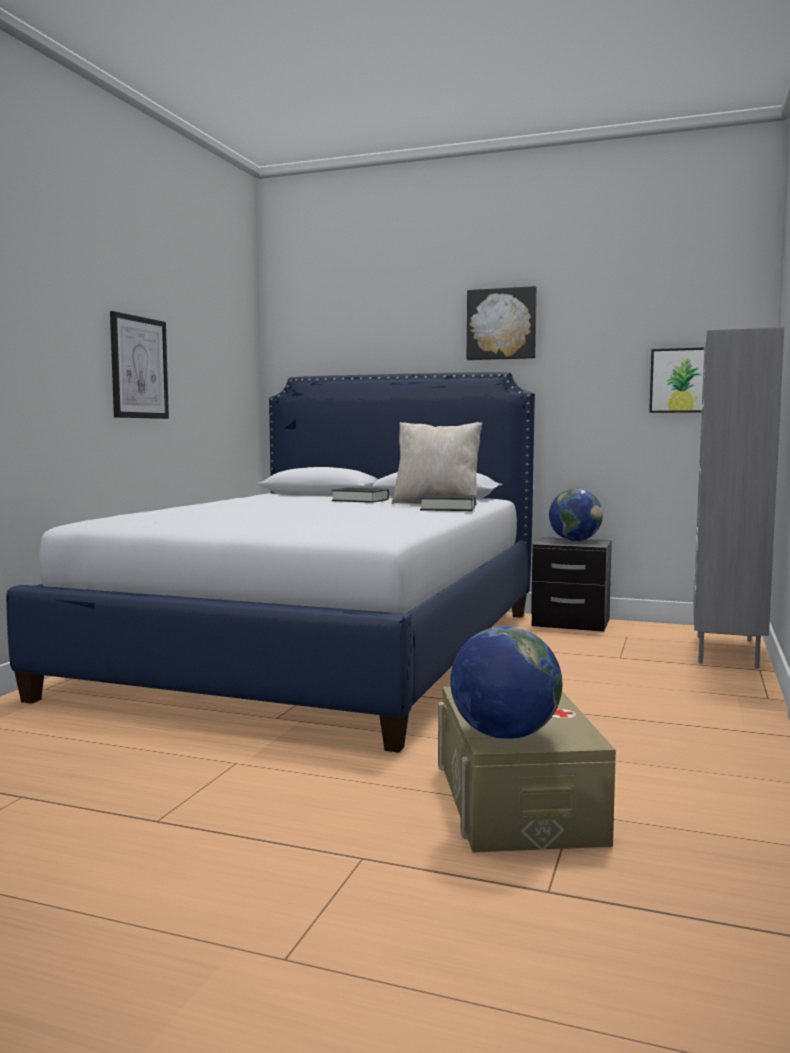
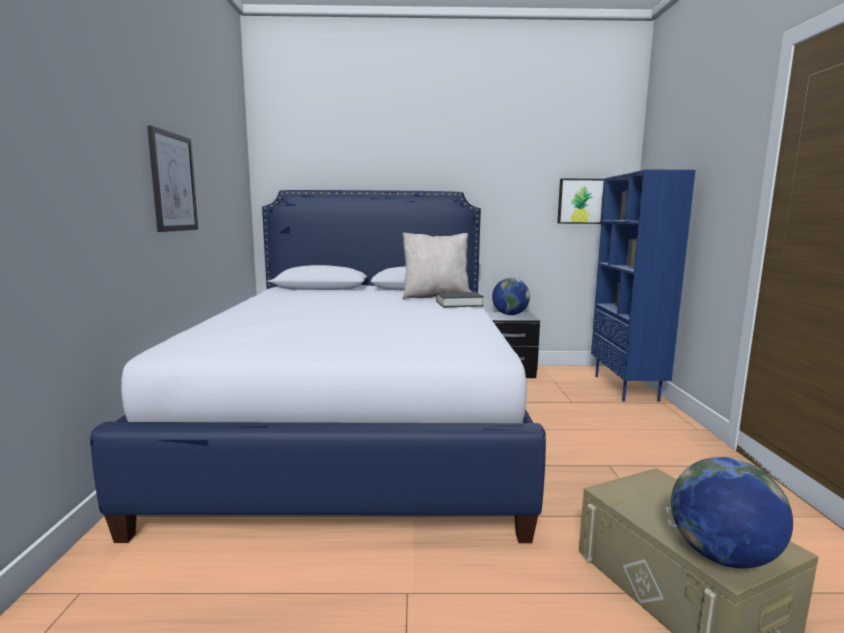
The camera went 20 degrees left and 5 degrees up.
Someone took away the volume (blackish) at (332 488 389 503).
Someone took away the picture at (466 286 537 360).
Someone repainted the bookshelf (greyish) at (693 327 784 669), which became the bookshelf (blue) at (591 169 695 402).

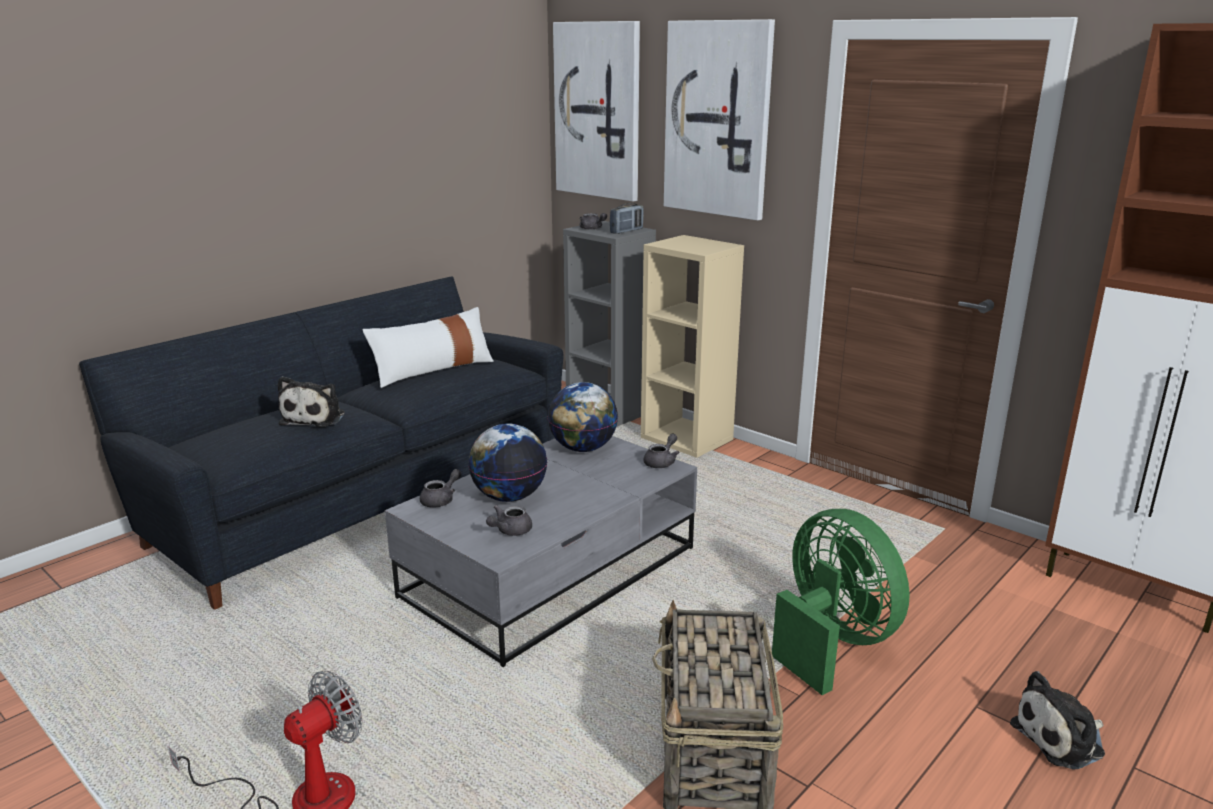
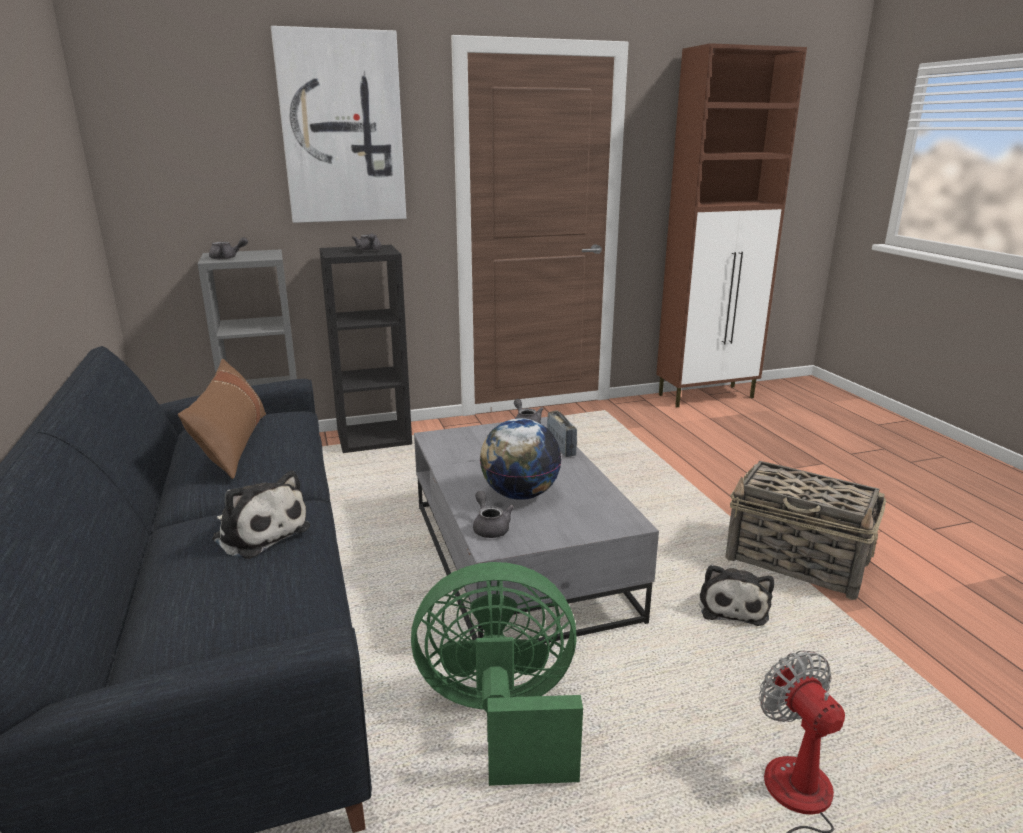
The camera went 60 degrees left and 0 degrees up.
Someone took away the world globe at (548 382 618 452).
Someone took away the picture at (553 21 640 201).
Someone carried the teapot (greyish) from (486 505 532 536) to (352 233 382 251).
Someone carried the radio from (610 203 644 234) to (547 411 577 457).
Someone carried the fan (green-coloured) from (772 509 910 695) to (411 562 583 786).
Someone carried the soft toy from (1010 671 1105 770) to (699 565 774 626).
Someone repainted the throw pillow (white) at (362 307 494 388), which became the throw pillow (brown) at (178 359 266 479).
Someone repainted the bookshelf (beige) at (641 235 744 458), which became the bookshelf (blackish) at (319 245 412 453).

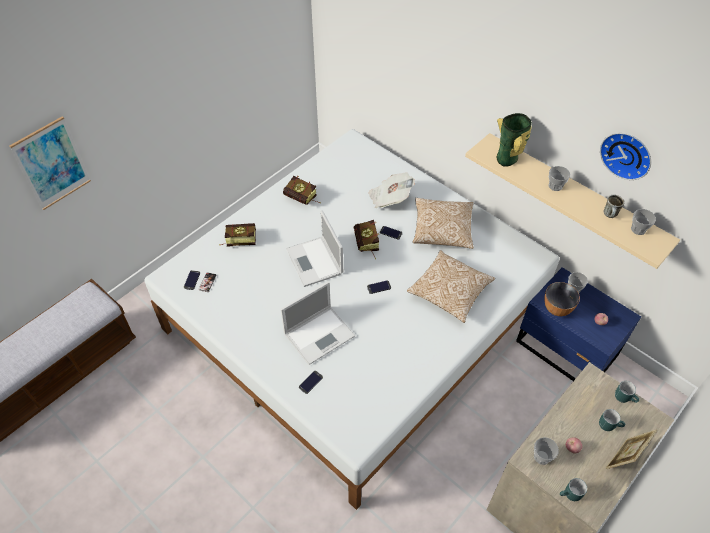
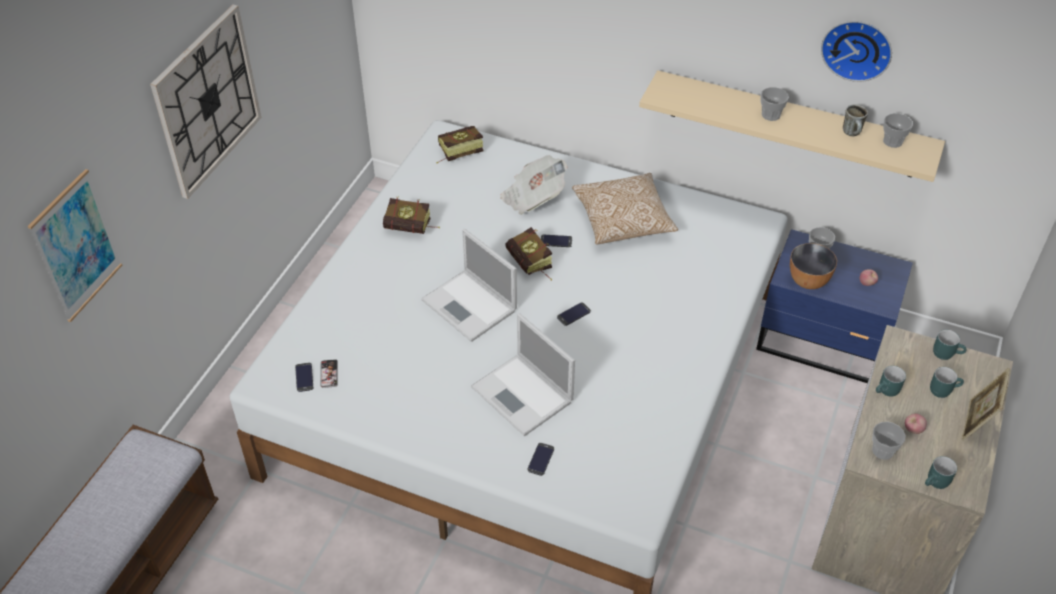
The camera went 20 degrees left and 5 degrees down.
Someone took away the throw pillow at (407 250 495 323).
Someone took away the decorative vase at (496 113 532 167).
Someone put up the clock on the wall at (150 5 261 199).
Someone put down the coffee mug (turquoise) at (876 366 906 397).
Someone carried the volume from (220 223 256 247) to (436 126 483 164).
Someone rotated the portable computer at (280 281 355 365) by 105 degrees clockwise.

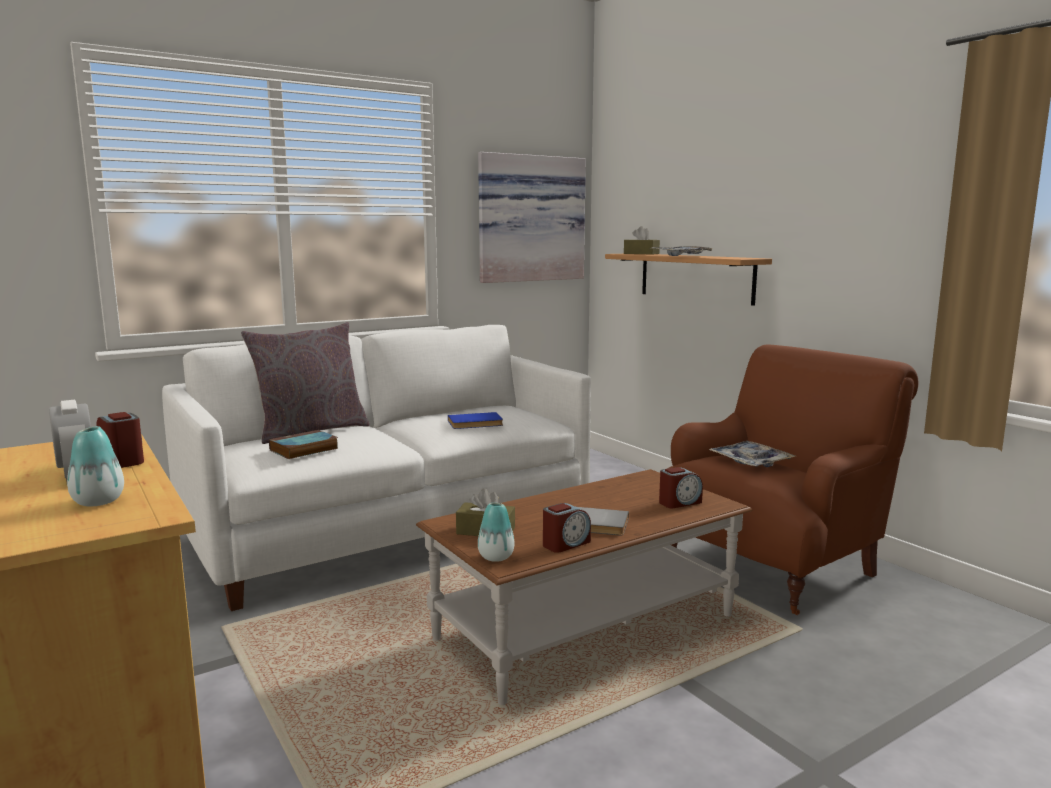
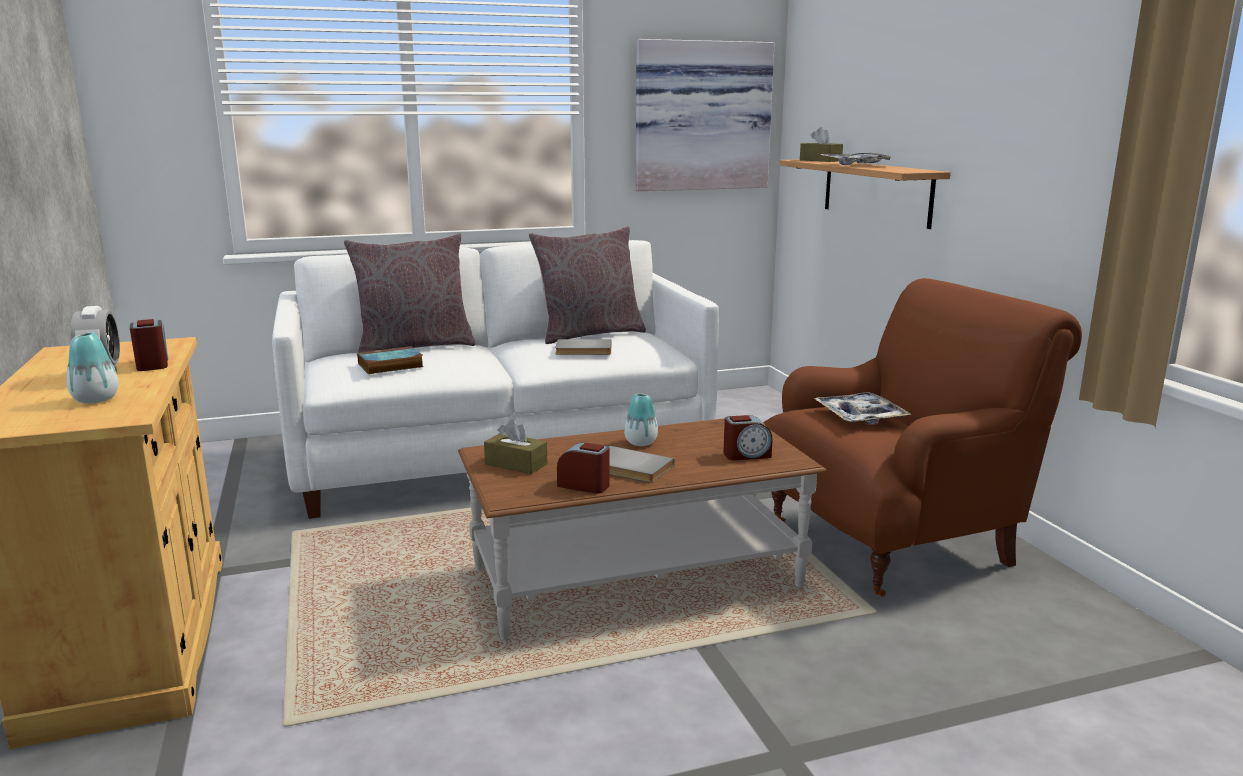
The camera went 15 degrees right and 5 degrees up.
Someone put down the throw pillow (greyish) at (529 226 646 344).
Someone carried the decorative vase from (478 503 515 562) to (625 393 658 446).
Someone repainted the volume (blue) at (448 412 503 429), which became the volume (greyish) at (555 339 611 355).
Someone rotated the bedside clock at (543 503 591 553) by 135 degrees counterclockwise.

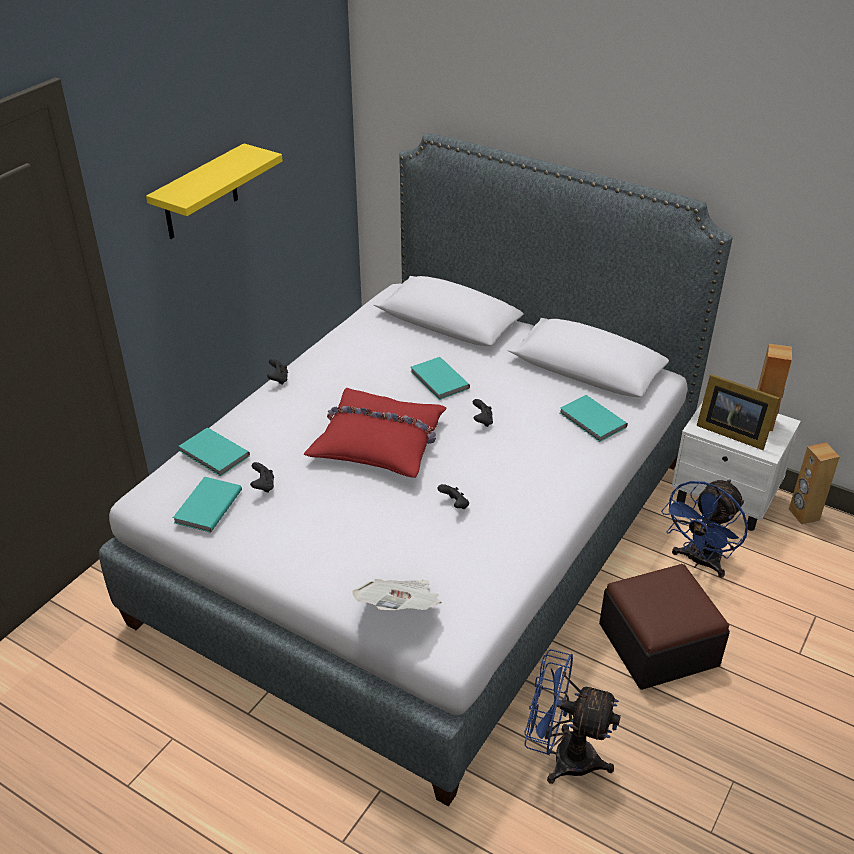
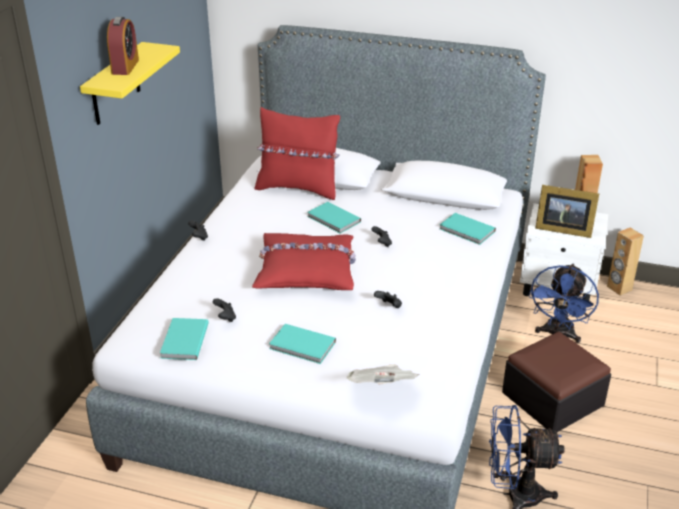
The camera went 15 degrees left and 5 degrees down.
Someone put down the bedside clock at (107 17 139 75).
Someone put down the throw pillow (red-coloured) at (255 107 340 200).
Someone carried the volume (turquoise) from (179 428 250 476) to (269 324 336 364).

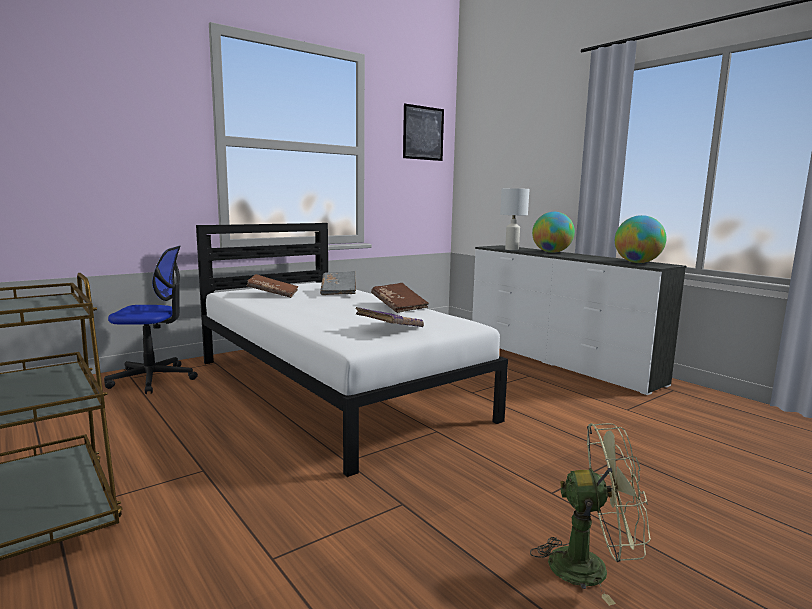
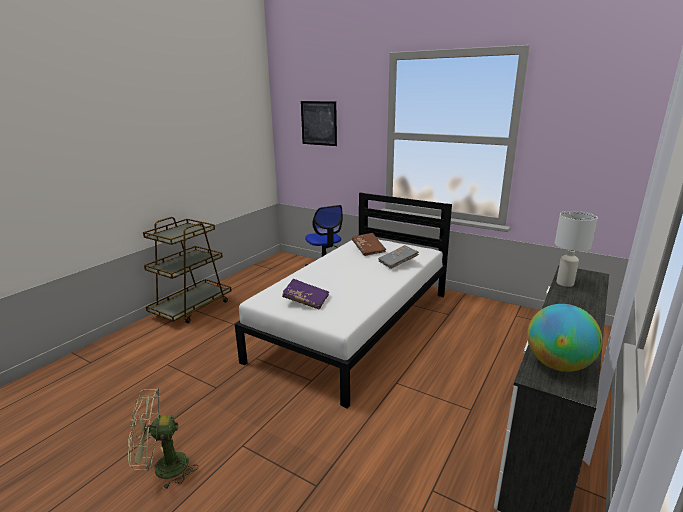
The camera went 70 degrees right and 10 degrees up.
Someone took away the volume (brown) at (371 283 429 313).
Someone took away the world globe at (532 212 575 253).
Someone carried the picture from (403 103 444 161) to (301 101 337 146).
Someone rotated the fan (green-coloured) at (530 423 651 606) by 90 degrees clockwise.

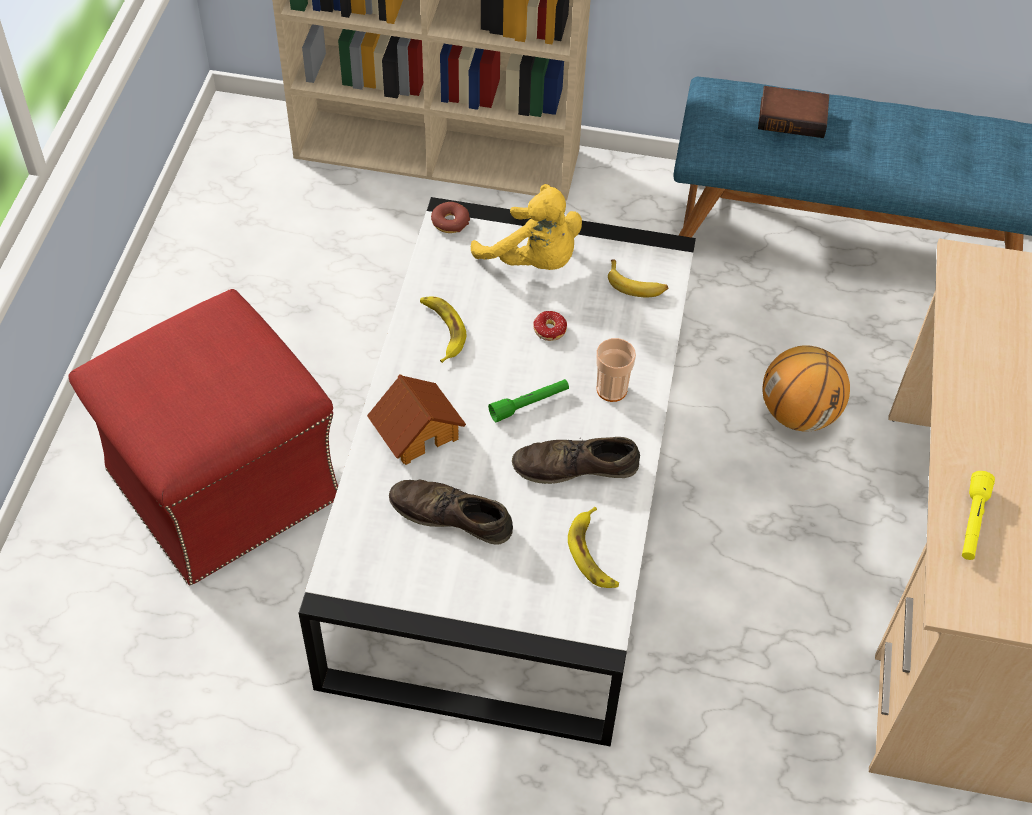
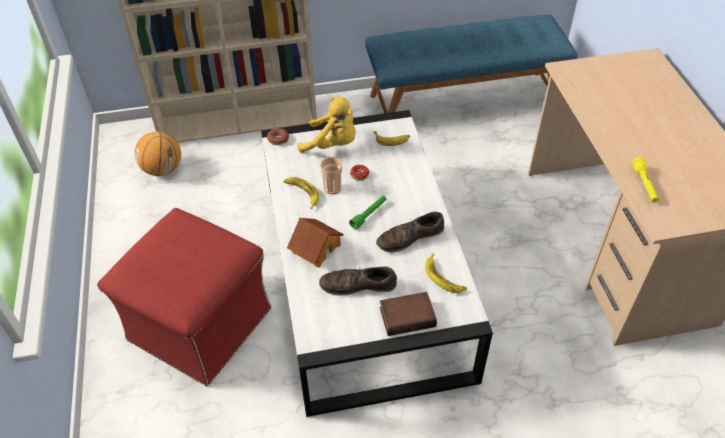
The camera went 20 degrees left and 5 degrees down.
Someone carried the cup from (596 338 636 402) to (320 157 342 194).
Someone carried the volume from (758 86 829 138) to (380 292 437 336).
Someone carried the ball for basketball from (763 345 850 432) to (135 131 181 176).

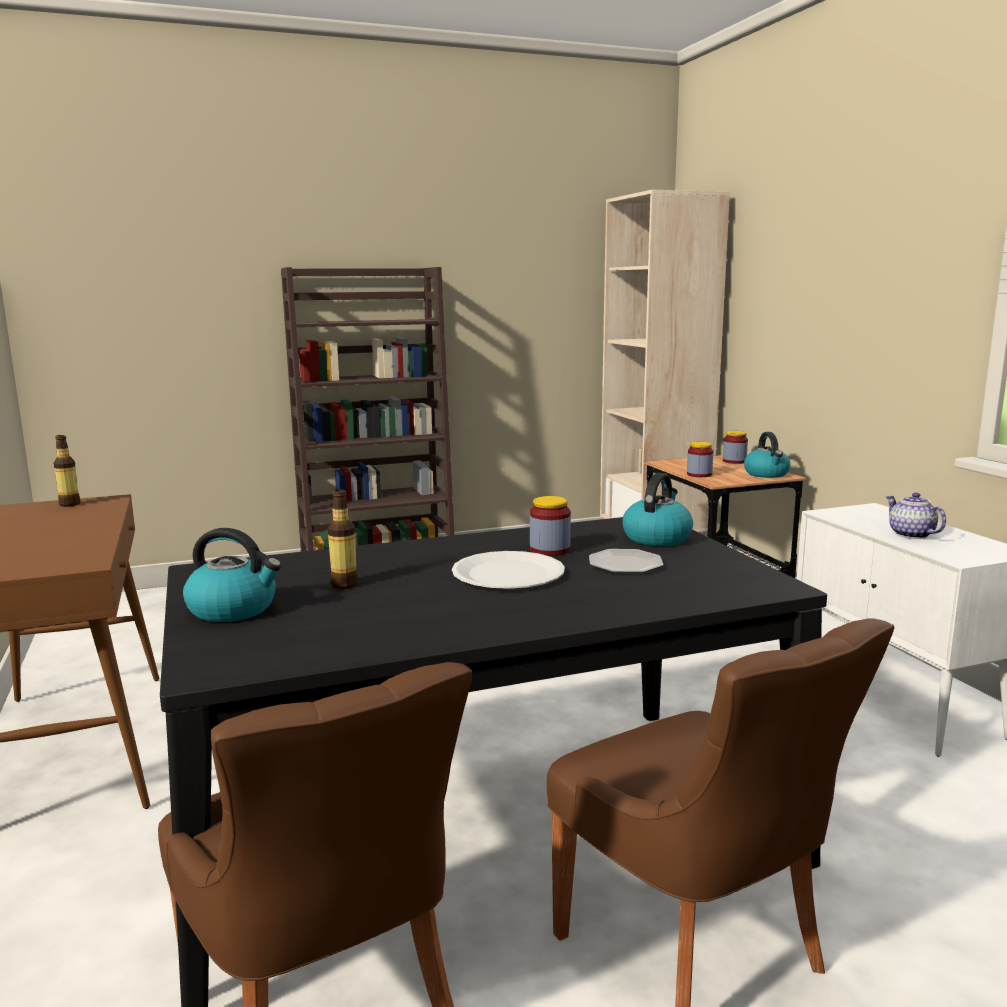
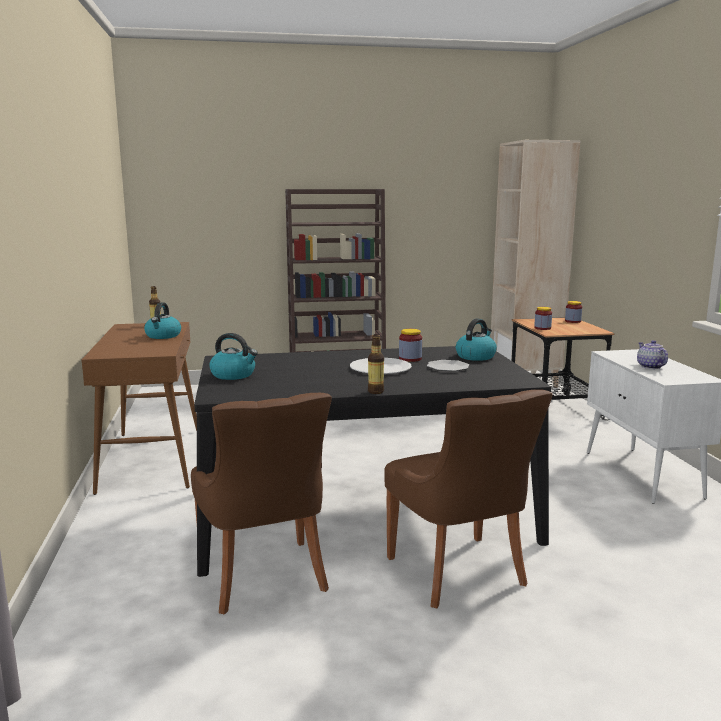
The camera went 10 degrees right and 0 degrees up.
Someone carried the drink bottle from (328 489 358 589) to (368 334 384 394).
Someone carried the kettle from (744 432 791 478) to (144 302 181 339).

